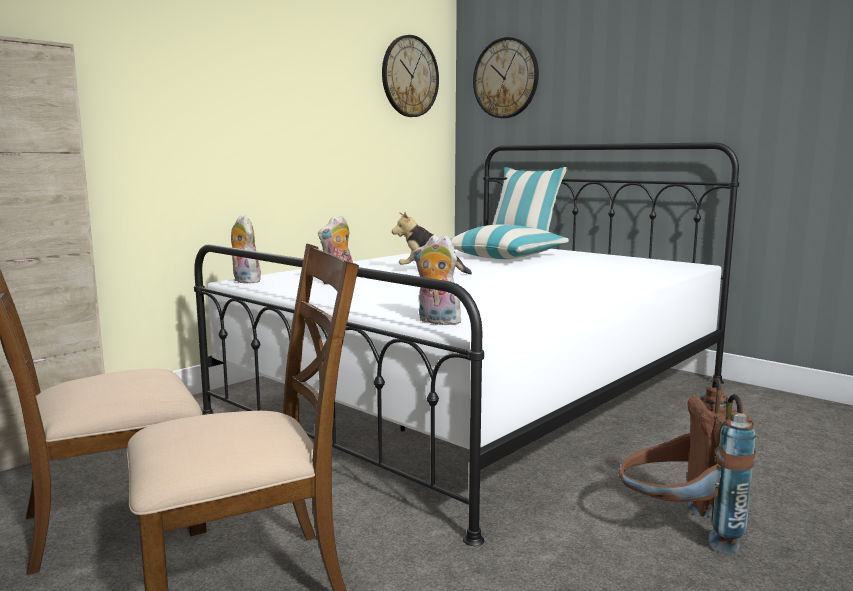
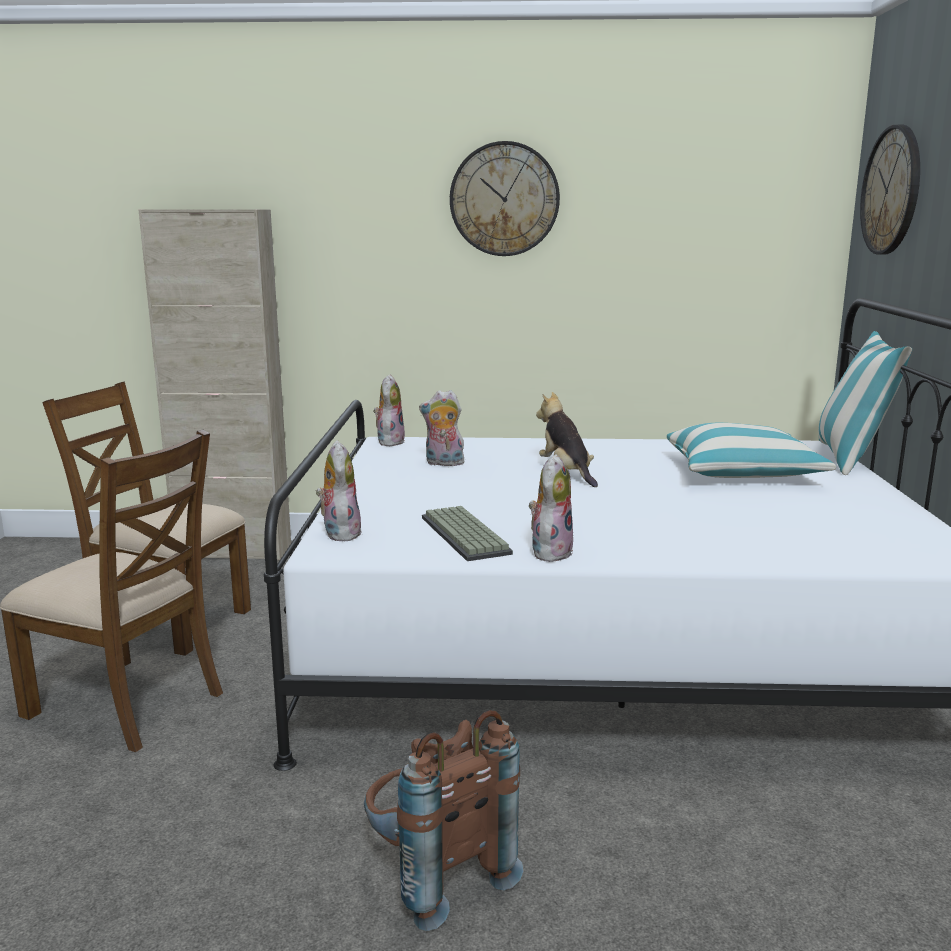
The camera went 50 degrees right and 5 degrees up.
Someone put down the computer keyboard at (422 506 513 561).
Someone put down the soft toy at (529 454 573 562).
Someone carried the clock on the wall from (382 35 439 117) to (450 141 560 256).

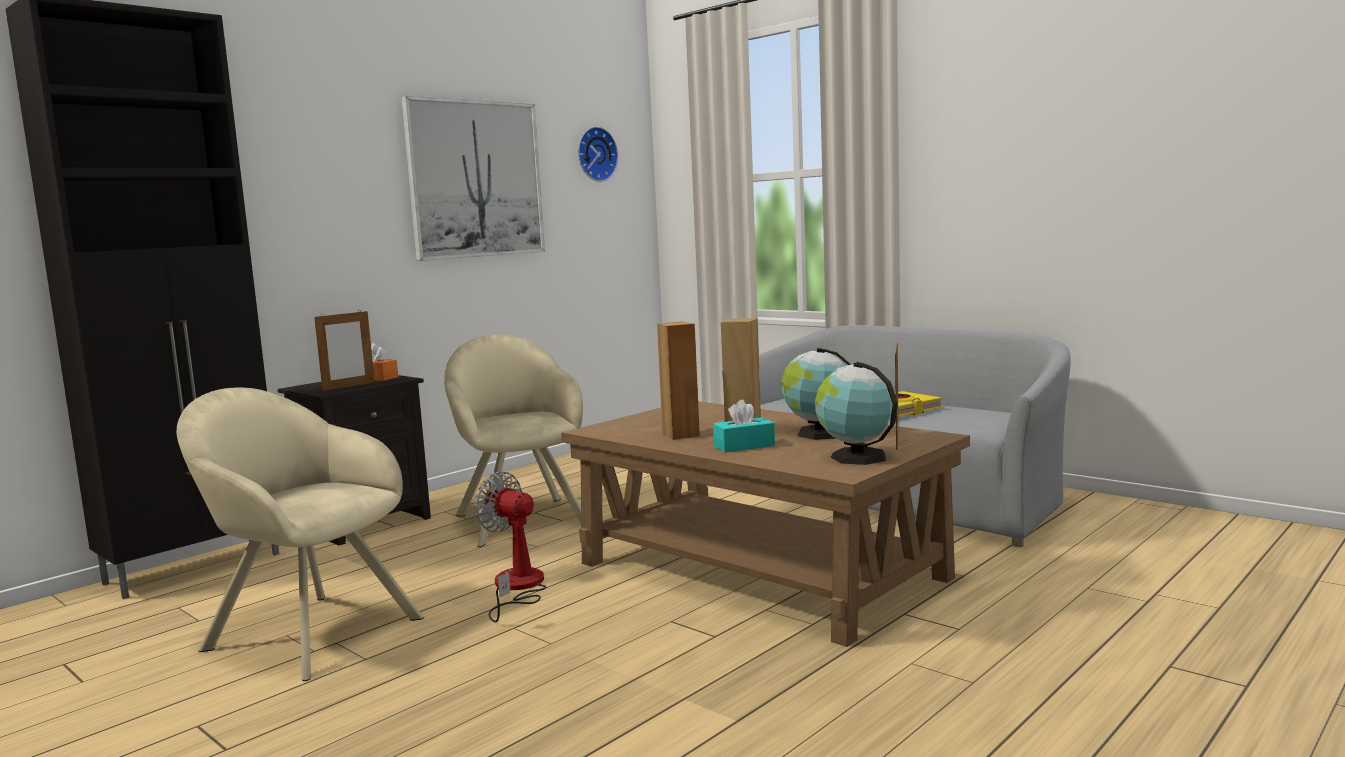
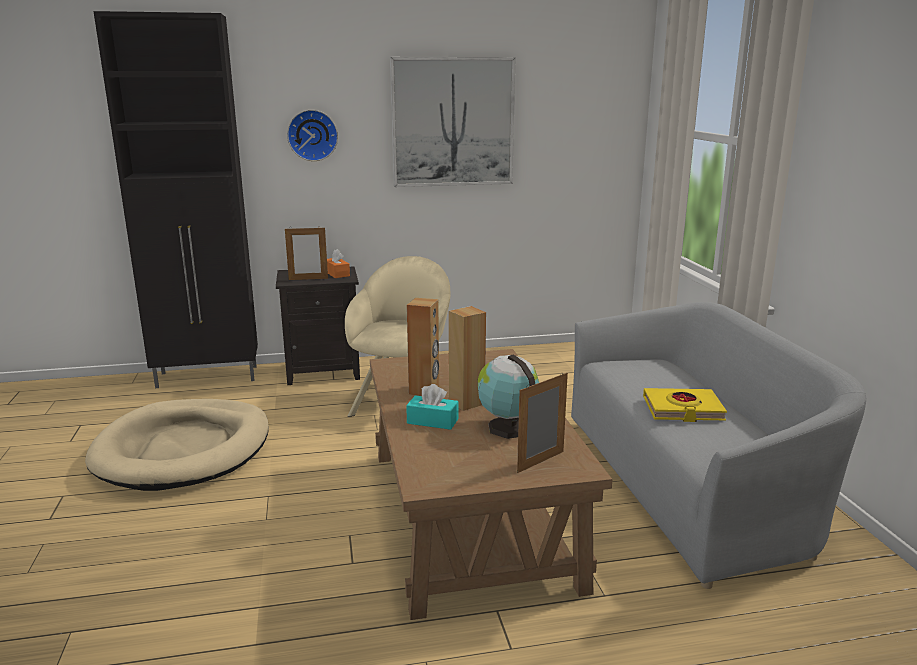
The camera went 35 degrees right and 10 degrees up.
Someone took away the fan at (475 471 547 622).
Someone took away the world globe at (815 362 898 465).
Someone carried the clock on the wall from (578 127 618 182) to (287 110 338 161).
Someone swapped the armchair (beige) at (177 387 424 681) for the pet bed (beige) at (85 399 269 491).

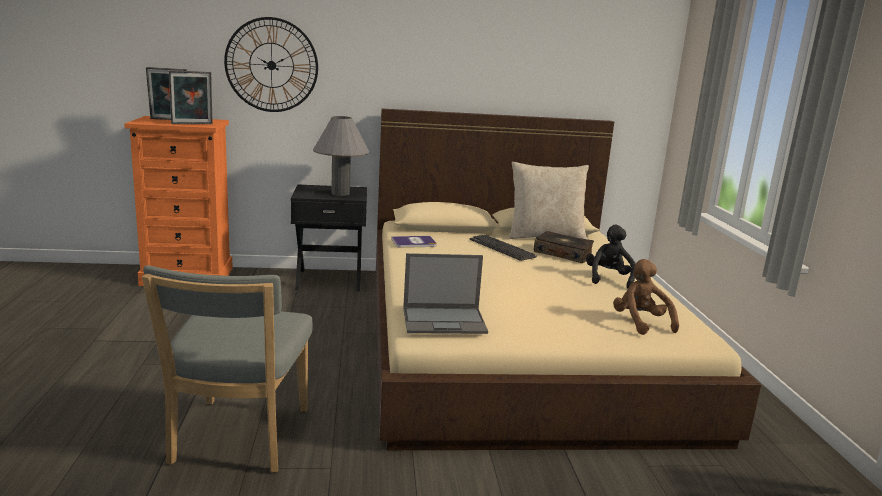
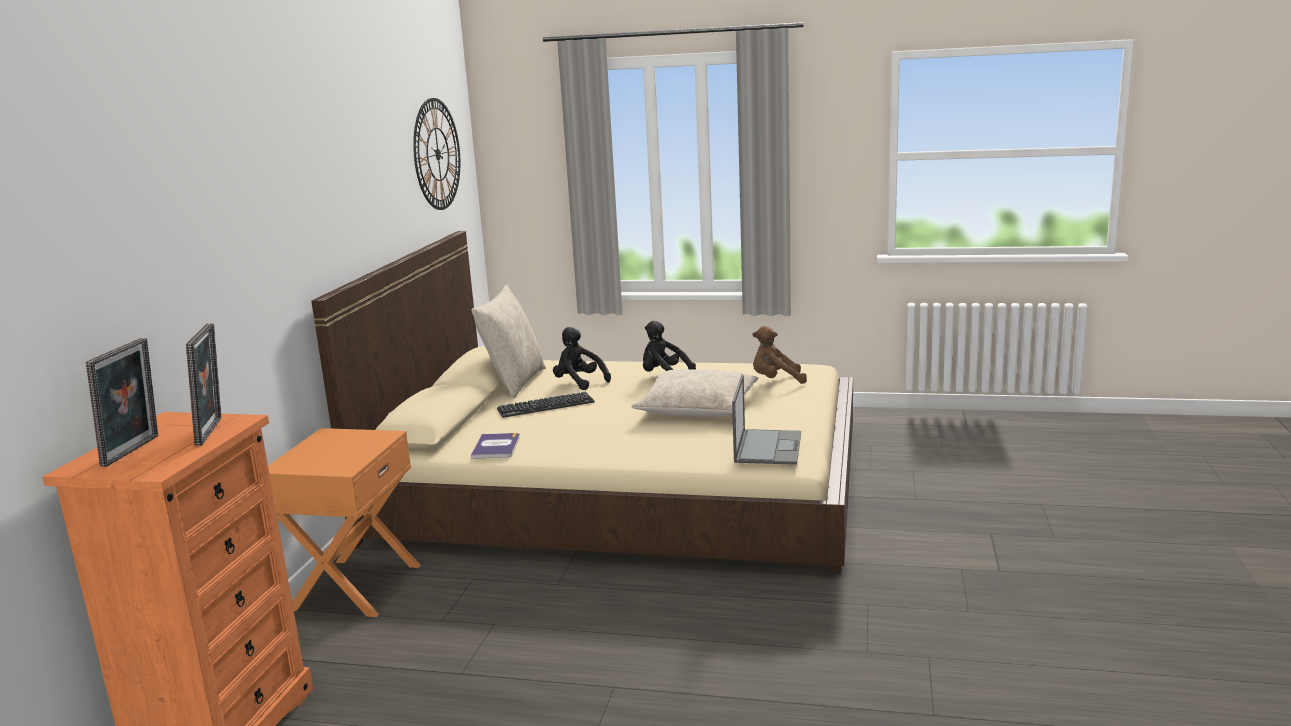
The camera went 70 degrees left and 0 degrees up.
Someone took away the upright chair (greyish) at (142 265 313 473).
Someone took away the table lamp (greyish) at (313 116 369 196).
Someone put down the throw pillow (beige) at (631 369 759 417).
Someone carried the clock on the wall from (224 17 318 112) to (413 98 460 210).
Someone swapped the volume at (534 231 594 263) for the soft toy (blackish) at (553 327 611 390).
Someone repainted the nightstand (blackish) at (291 184 367 291), which became the nightstand (orangey) at (268 428 421 617).

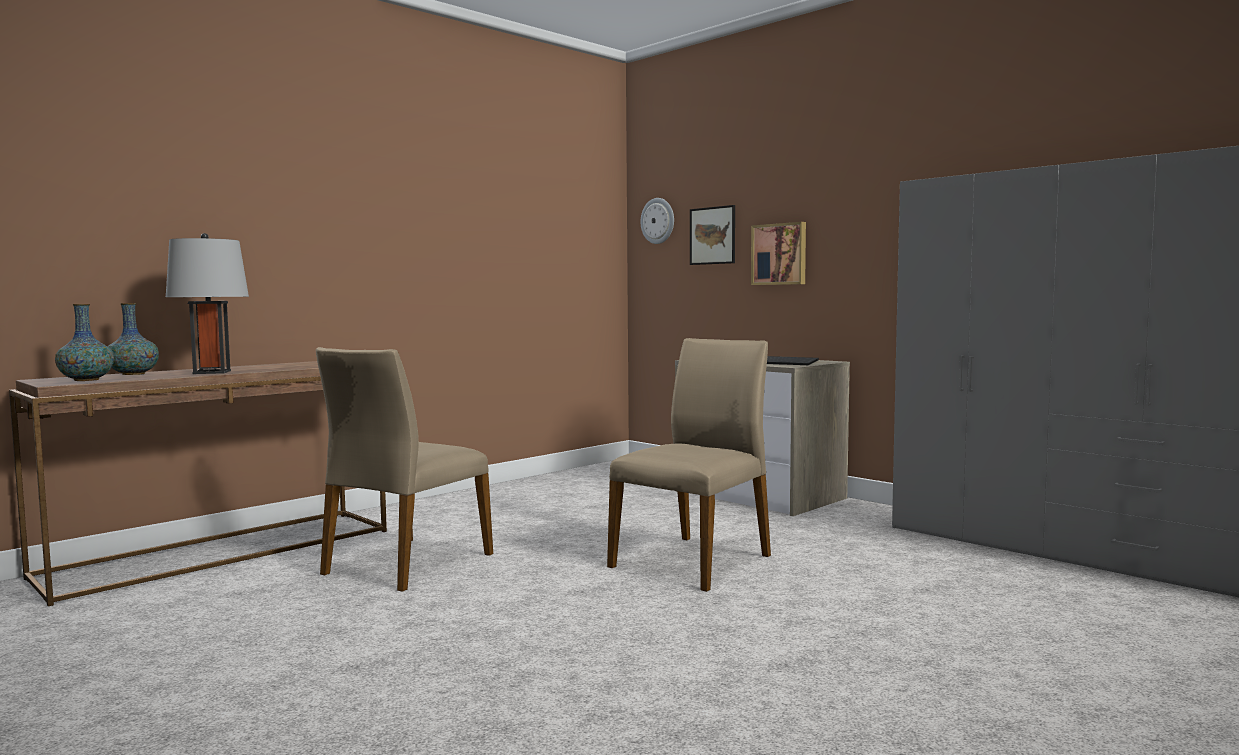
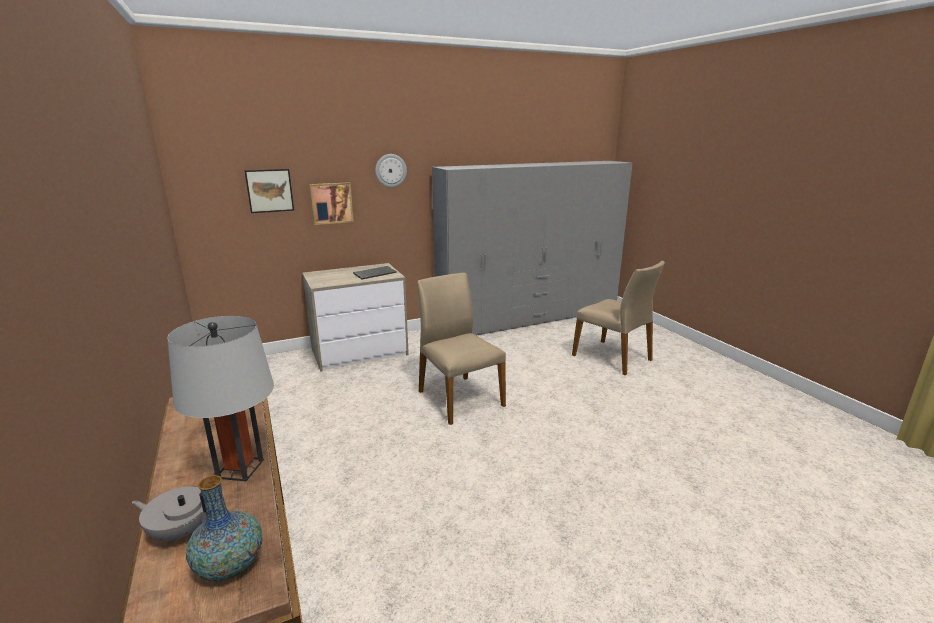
The camera went 70 degrees left and 15 degrees up.
Someone carried the upright chair (beige) from (316 347 493 592) to (572 261 665 375).
Someone carried the clock on the wall from (641 198 674 244) to (375 154 407 187).
Someone swapped the decorative vase at (108 303 159 375) for the teapot (greyish) at (132 486 207 543).

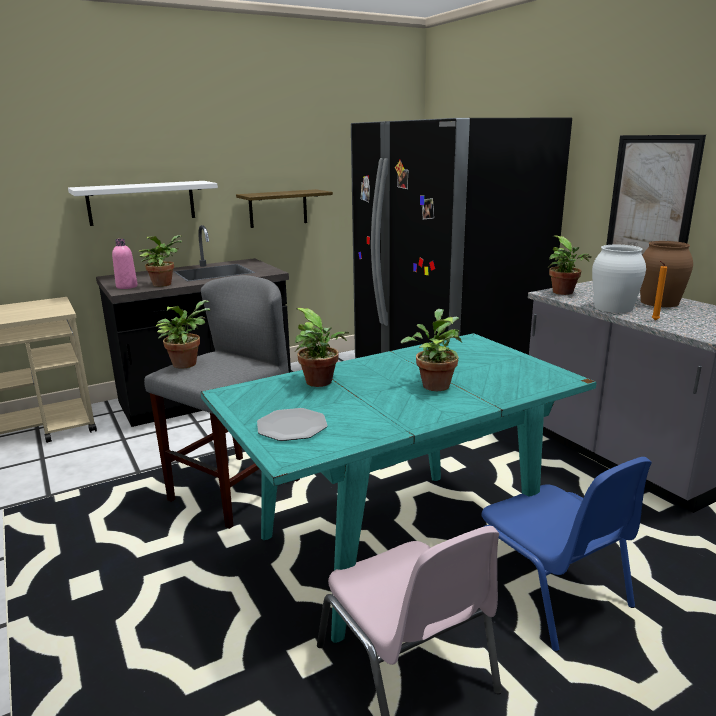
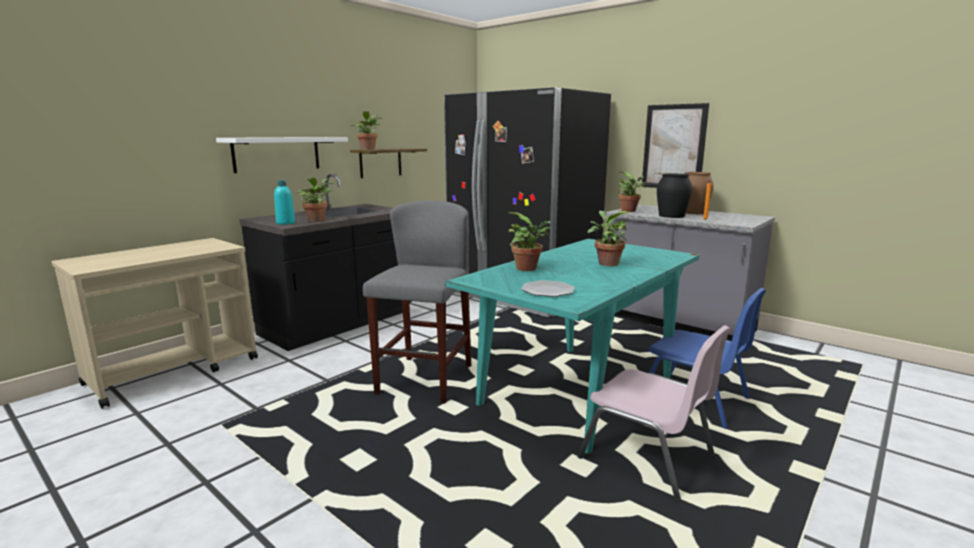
The camera went 20 degrees left and 5 degrees down.
Someone carried the plant in a pot from (156 300 210 369) to (350 111 382 150).
Someone repainted the drink bottle (pinkish) at (112 239 138 289), which became the drink bottle (turquoise) at (274 180 295 225).
Someone repainted the decorative vase (white) at (592 245 646 313), which became the decorative vase (blackish) at (657 174 692 218).

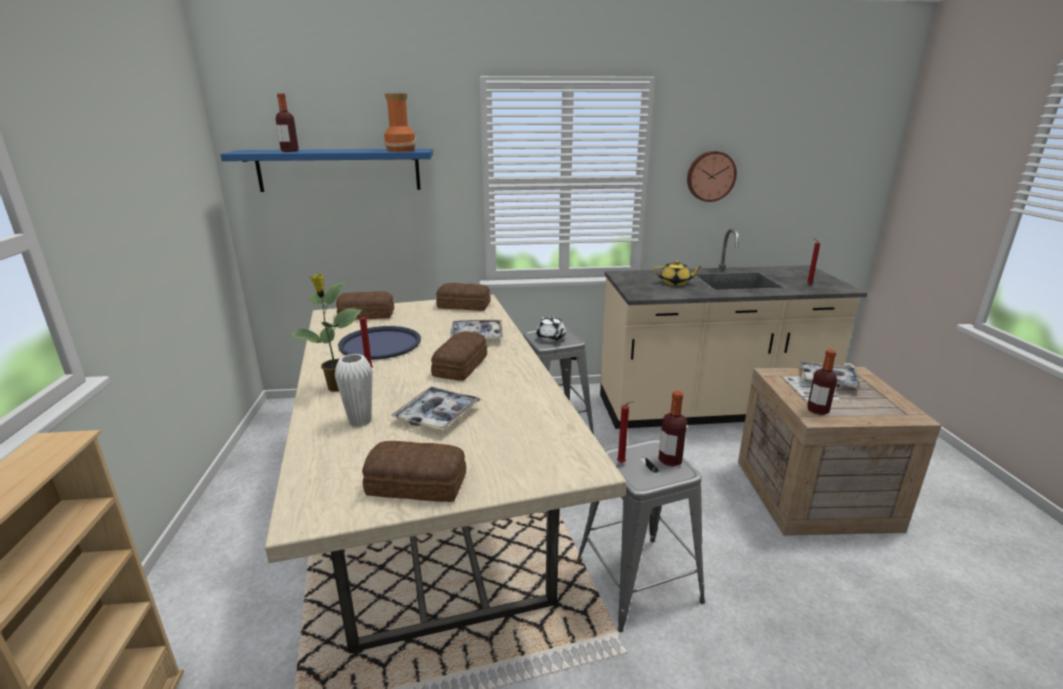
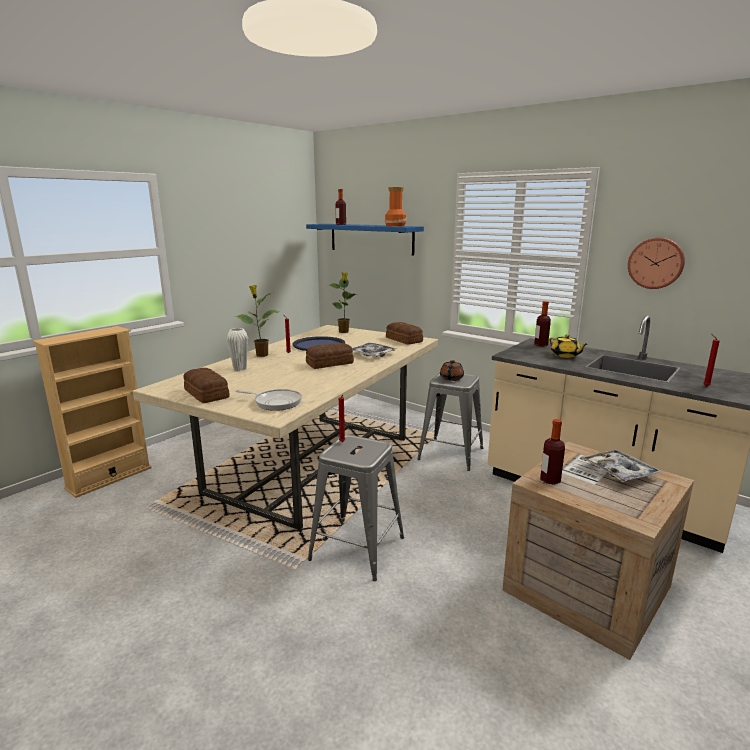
The camera went 45 degrees right and 5 degrees down.
Someone took away the serving tray at (391 387 482 430).
Someone put down the frying pan at (235 389 302 411).
Someone carried the drink bottle from (658 391 687 467) to (534 301 551 347).
Someone swapped the bread at (336 291 394 319) for the plant in a pot at (328 272 358 333).
Someone repainted the teapot (white) at (536 316 566 342), which became the teapot (brown) at (440 360 464 381).

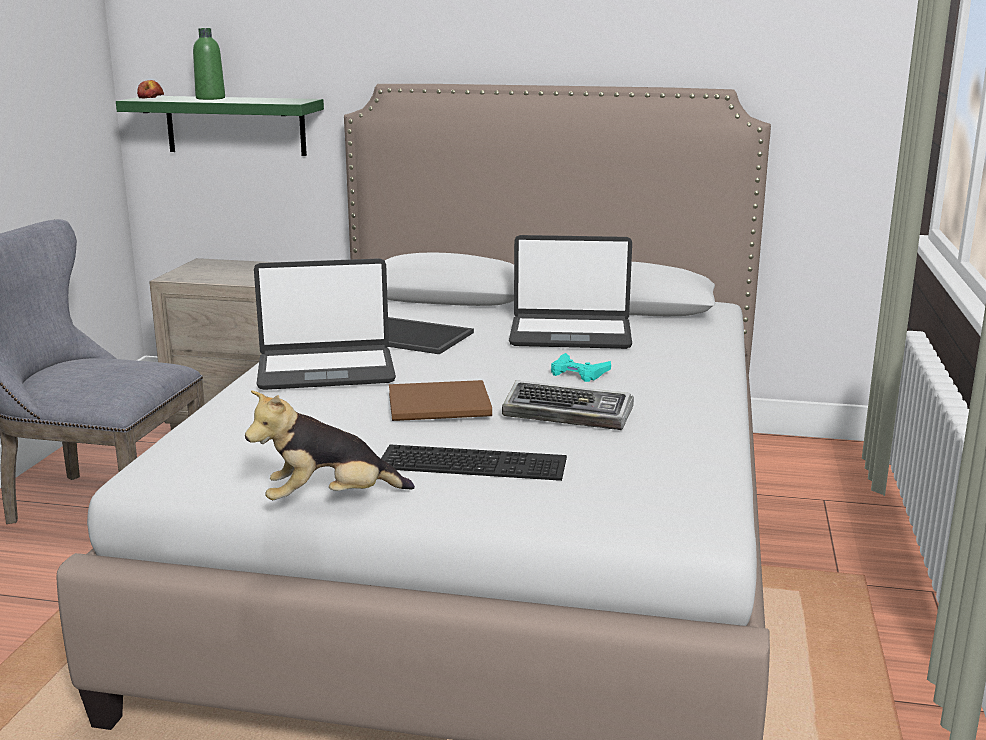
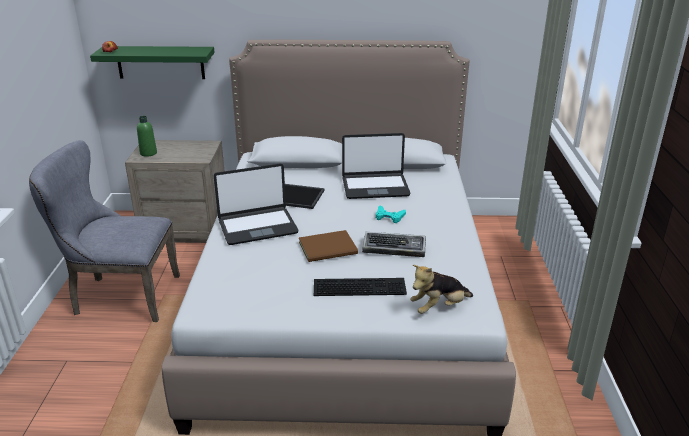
The camera went 10 degrees left and 10 degrees up.
Someone carried the drink bottle (green-coloured) from (193 28 225 100) to (137 116 157 157).
Someone carried the soft toy from (245 390 415 500) to (410 265 473 314).

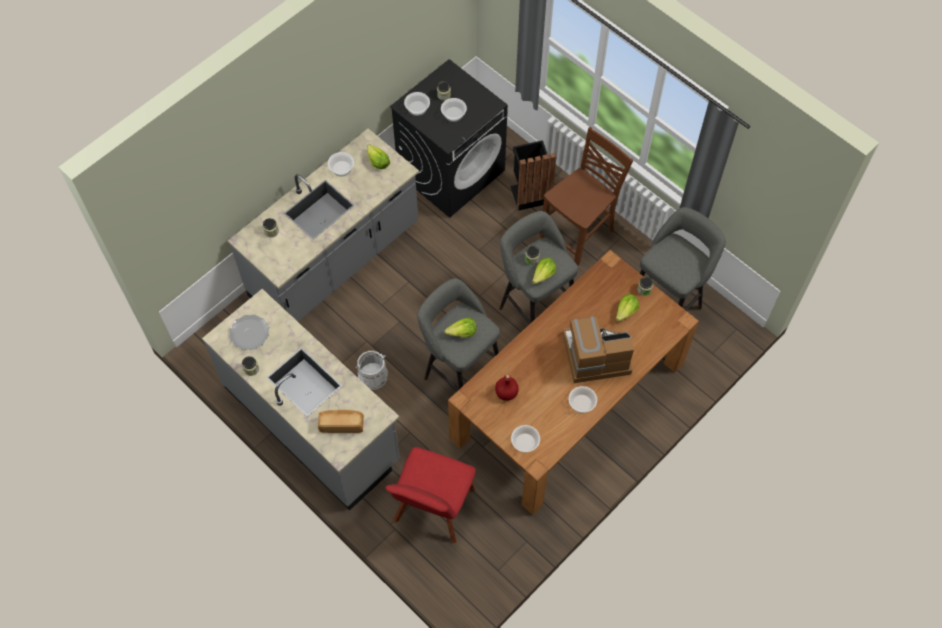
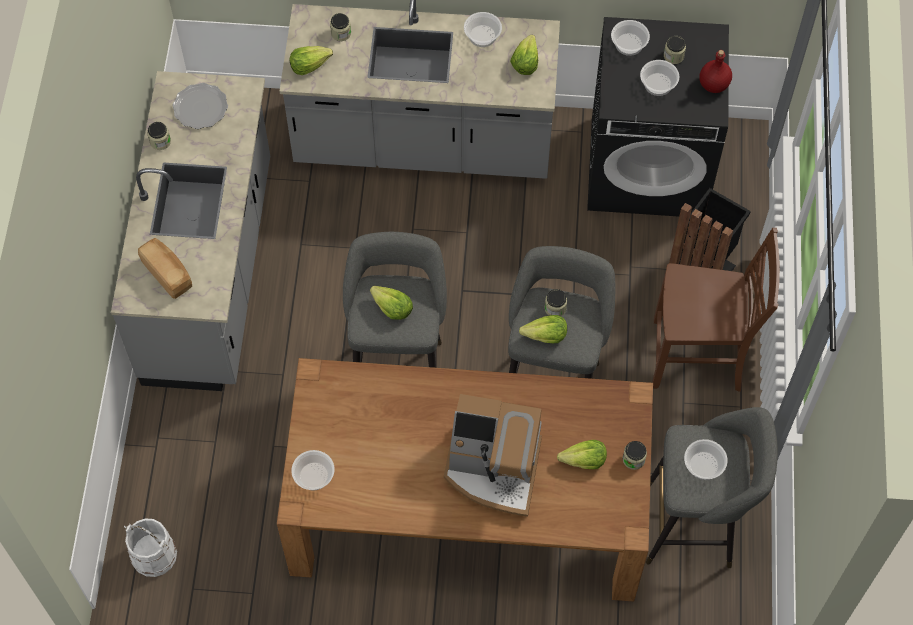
The camera went 50 degrees right and 0 degrees up.
Someone took away the upright chair (red-coloured) at (385 447 476 543).
Someone put down the lettuce at (289 46 333 75).
Someone carried the water bucket (white) from (356 351 388 390) to (124 519 177 577).
Someone carried the drink bottle (red-coloured) from (495 374 519 401) to (699 50 732 93).
Someone carried the deep dish from (568 386 597 413) to (684 439 727 480).
Someone rotated the coffee maker at (563 316 634 383) by 150 degrees clockwise.

